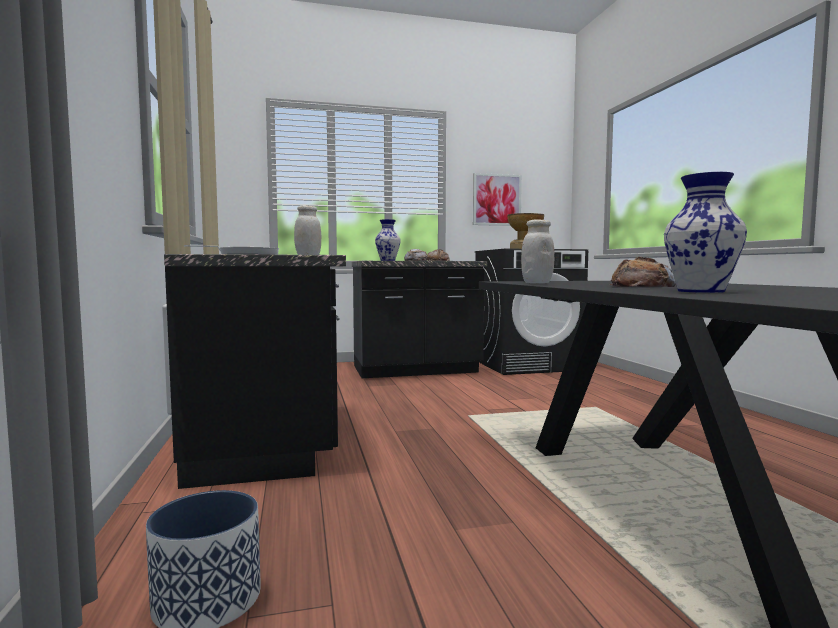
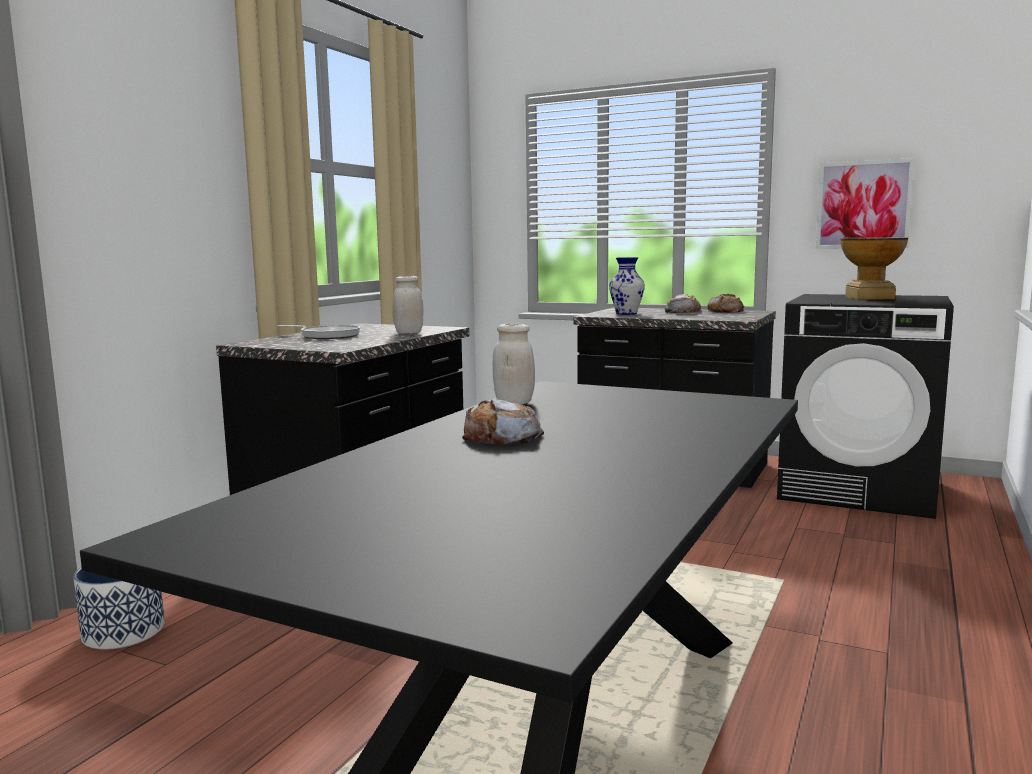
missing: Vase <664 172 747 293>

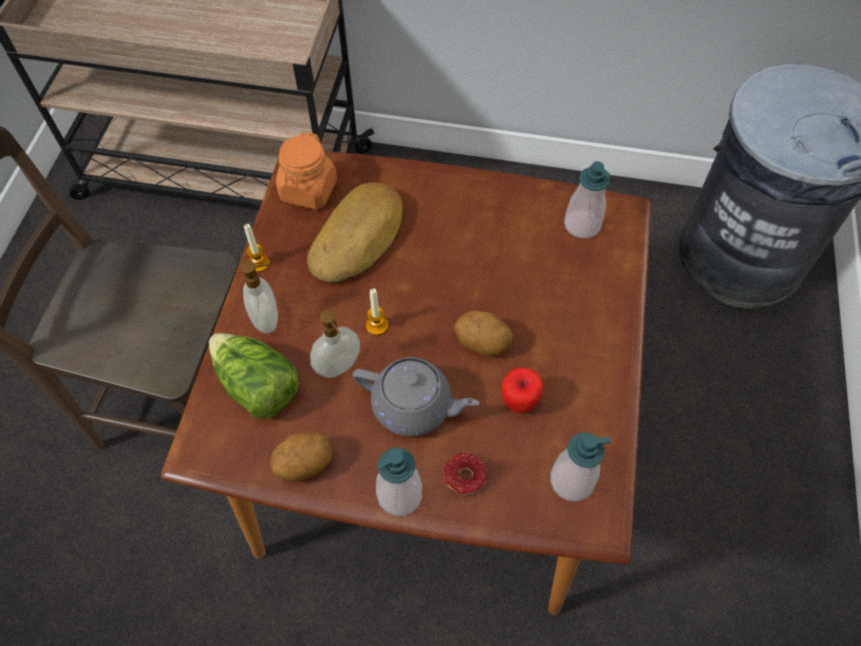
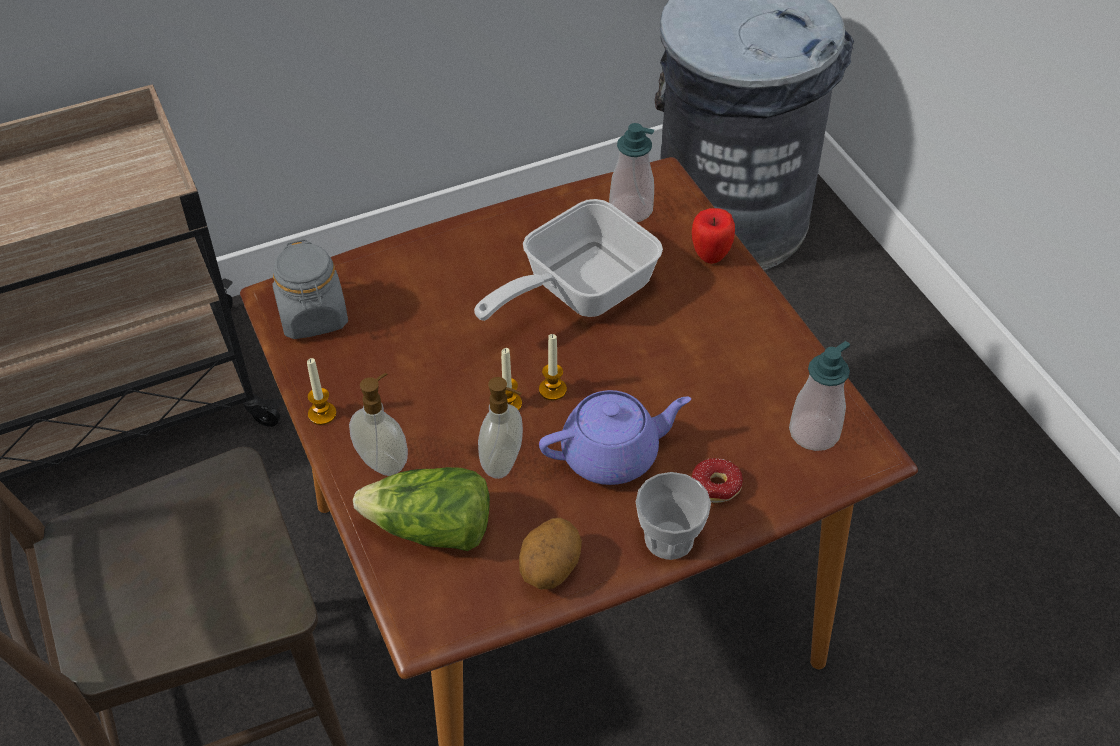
missing: Brot <307 182 403 282>; Kartoffel <454 310 513 356>
appeared: Pfanne <474 199 663 321>; Kerze <539 334 567 400>
relocated: Apfel <502 367 543 413> to <692 208 735 264>
exchanged: Seifenspender <376 447 422 516> to Tasse <636 472 711 560>
colour: Vorratsglas/orange <276 132 337 210> to Vorratsglas/grau <272 239 348 339>; Teekanne/grau <353 357 480 437> to Teekanne/lila <539 390 691 485>

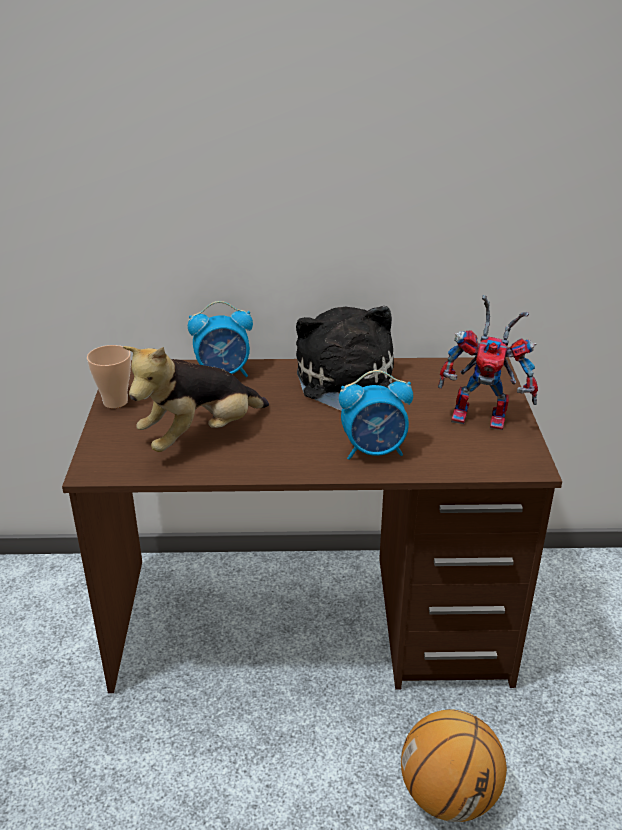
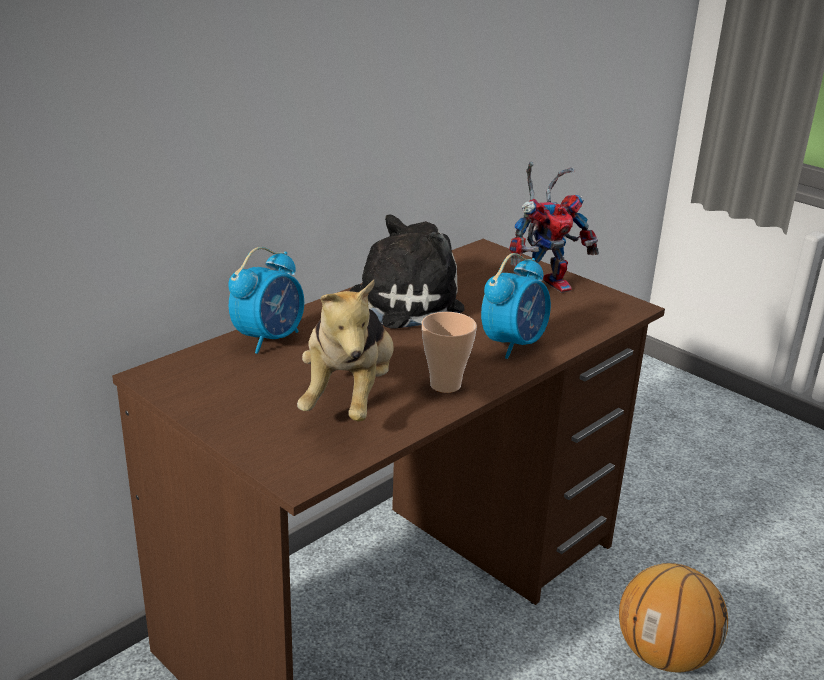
relocated: Tasse <87 345 131 408> to <422 312 477 393>
spun: Plüschtier <296 306 394 411> = <350 214 464 329> 105 degrees clockwise

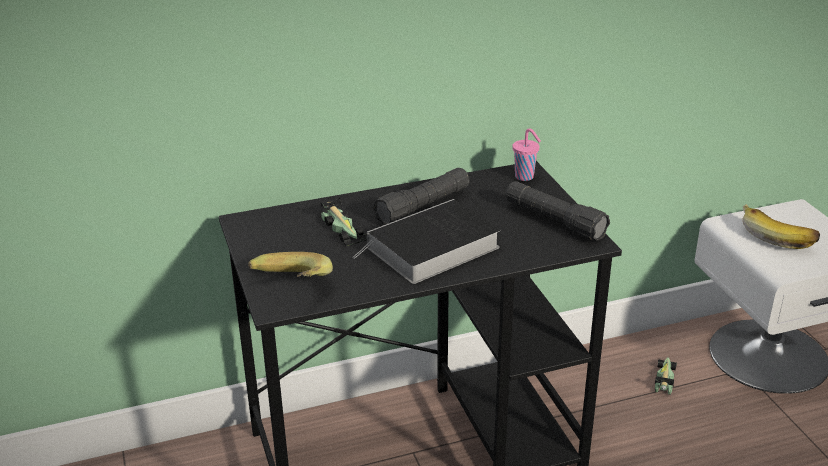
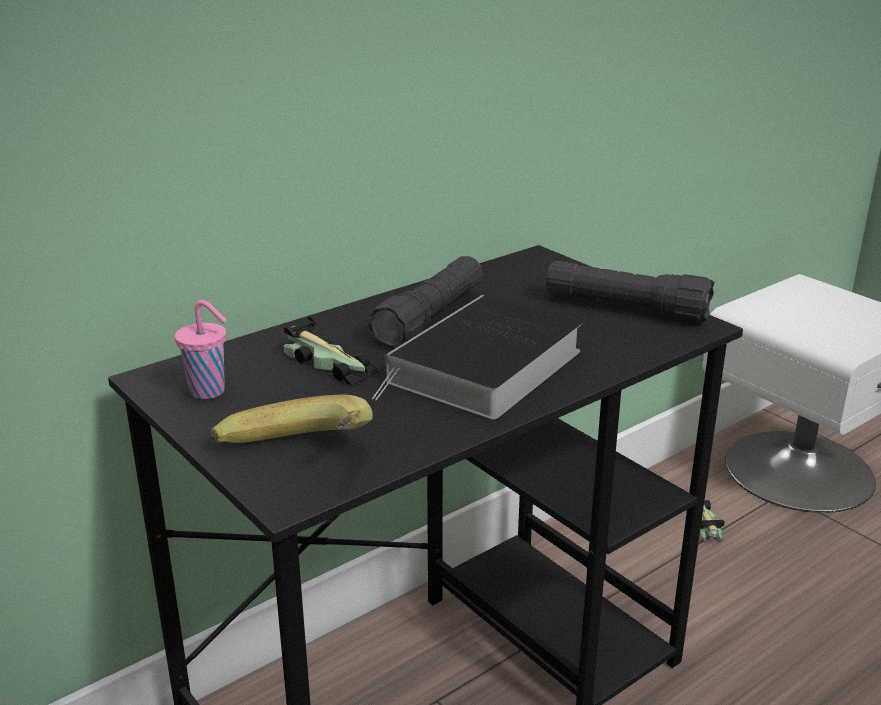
missing: Banane <743 204 820 249>
relocated: Tasse/rosa <512 128 541 181> to <175 300 227 399>

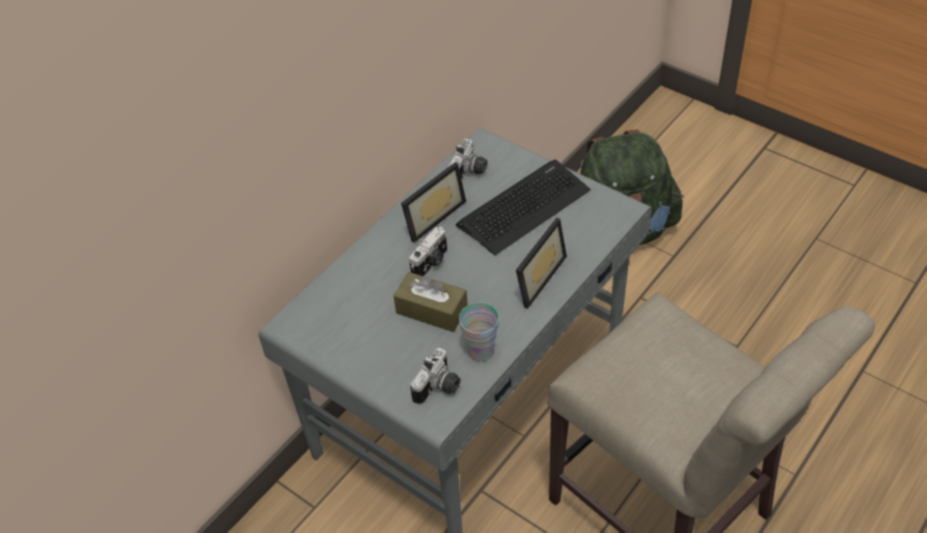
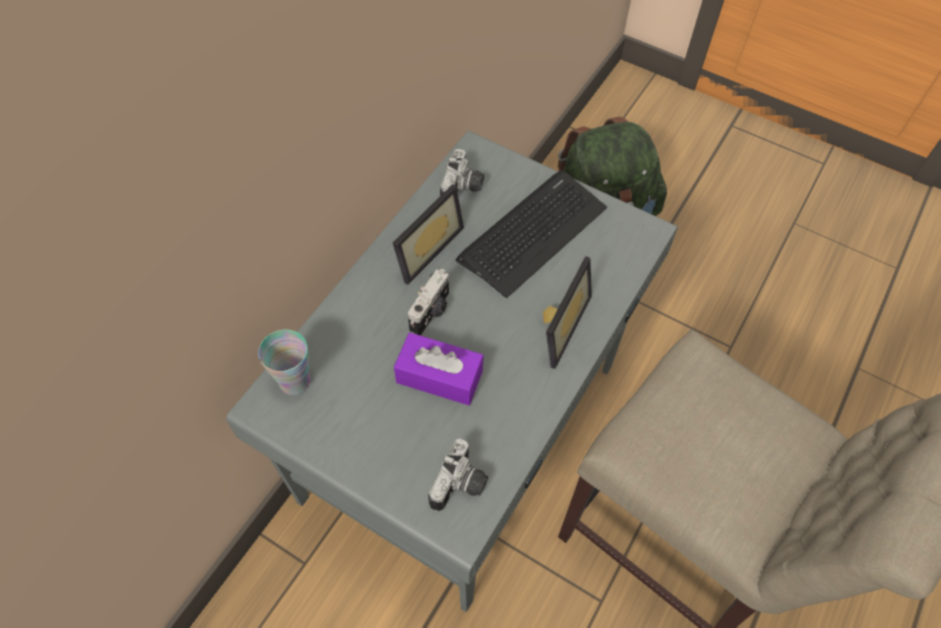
relocated: Tasse <459 302 499 362> to <258 330 311 395>
colour: Taschentuchbox/braun <393 272 468 332> to Taschentuchbox/lila <394 333 484 405>

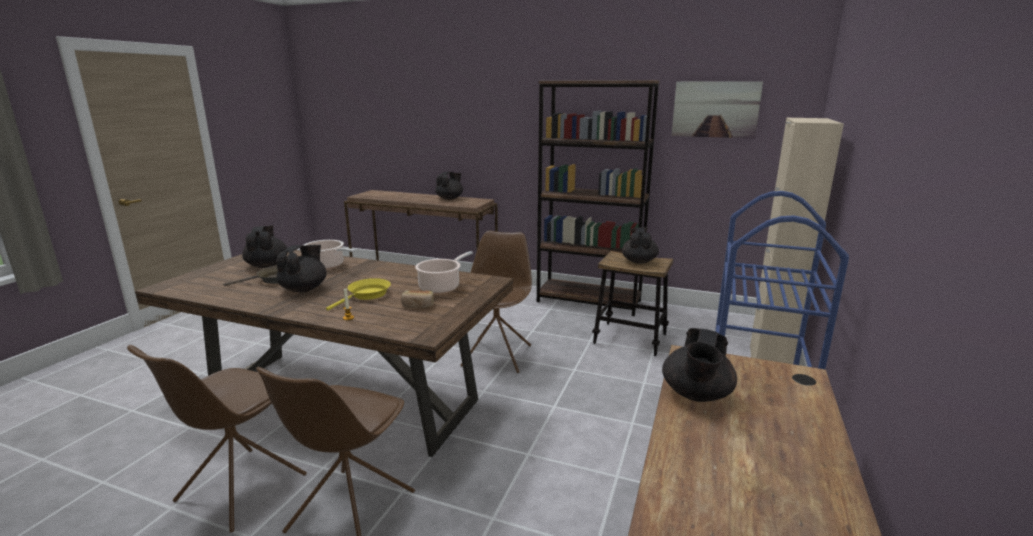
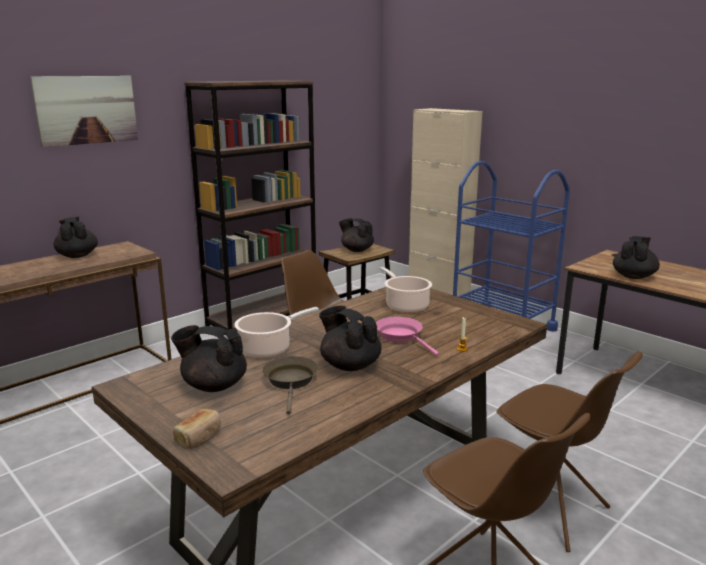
relocated: Bild <671 81 763 138> to <30 76 138 147>; Brot <401 290 434 308> to <173 409 221 449>
colour: Pfanne/gelb <326 278 391 311> to Pfanne/rosa <376 317 439 356>
spun: Teekanne/schwarz <662 328 737 402> = <613 236 660 279> 105 degrees counterclockwise

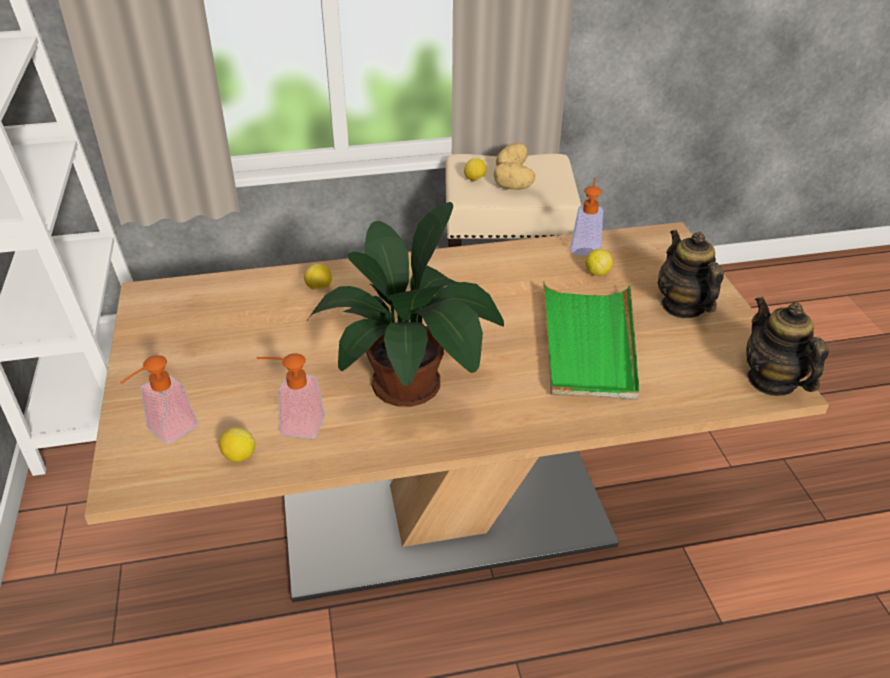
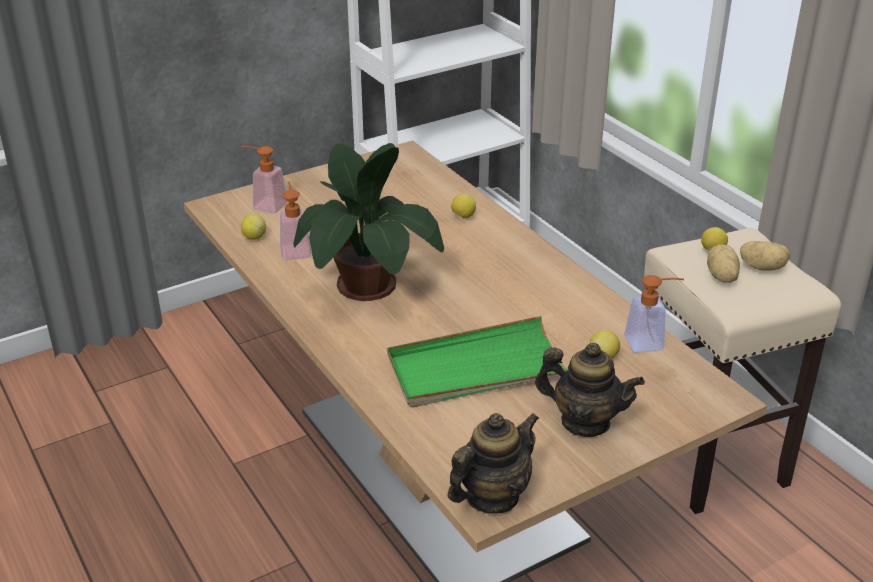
spun: Teekanne <658 230 724 318> = <535 343 645 437> 60 degrees clockwise

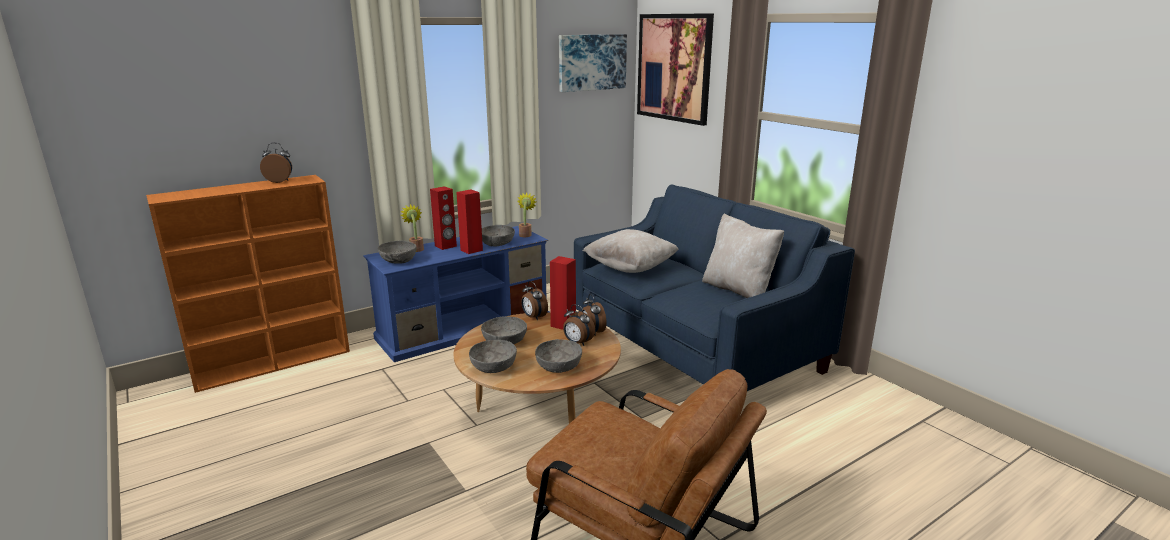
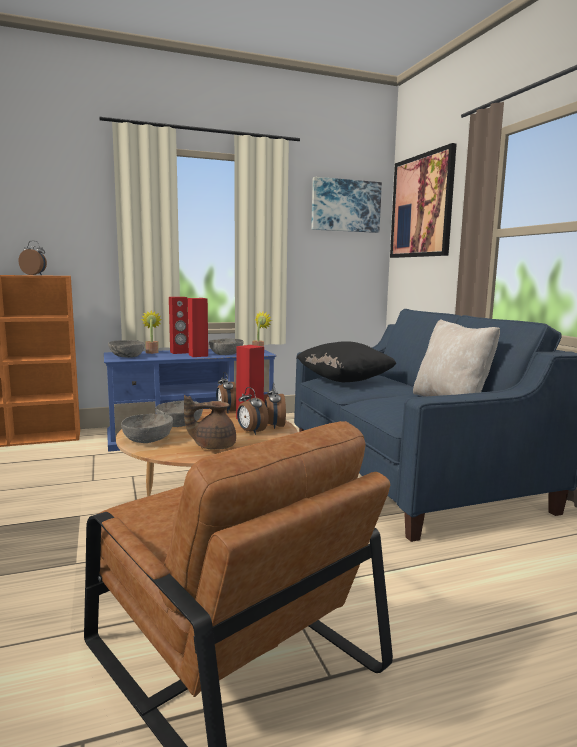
exchanged: Schüssel/grau <535 339 582 373> to Teekanne/braun <184 395 236 450>
colour: Kissen/beige <583 229 678 273> to Kissen/schwarz <296 341 396 382>

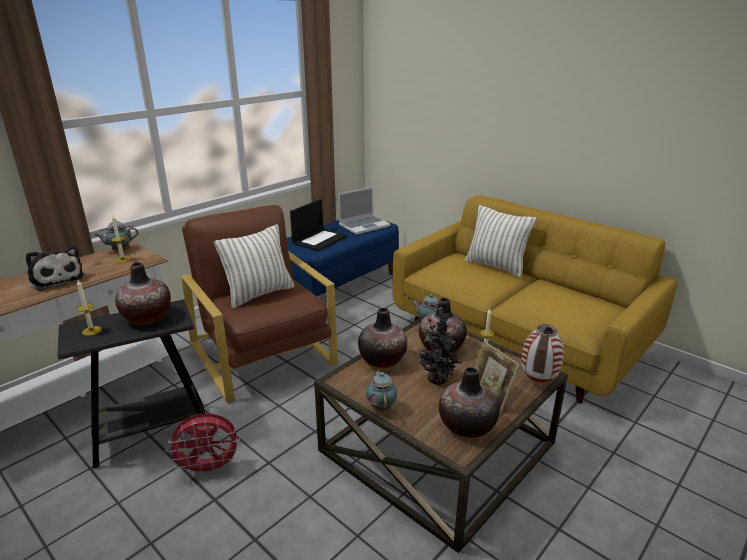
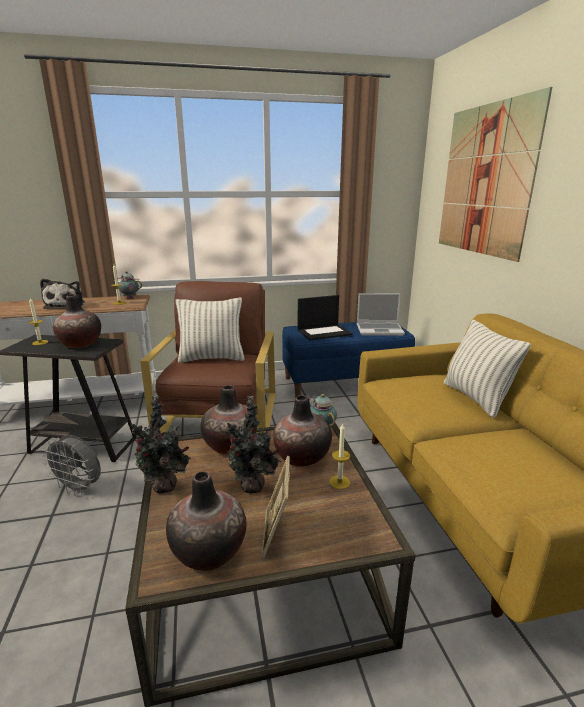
missing: Vase <521 324 564 382>
appeared: Bild <439 87 552 262>
exchanged: Teekanne <366 370 397 411> to Topfpflanze <131 395 192 493>
colour: Ventilator/rot <166 413 241 477> to Ventilator/grau <41 435 101 496>

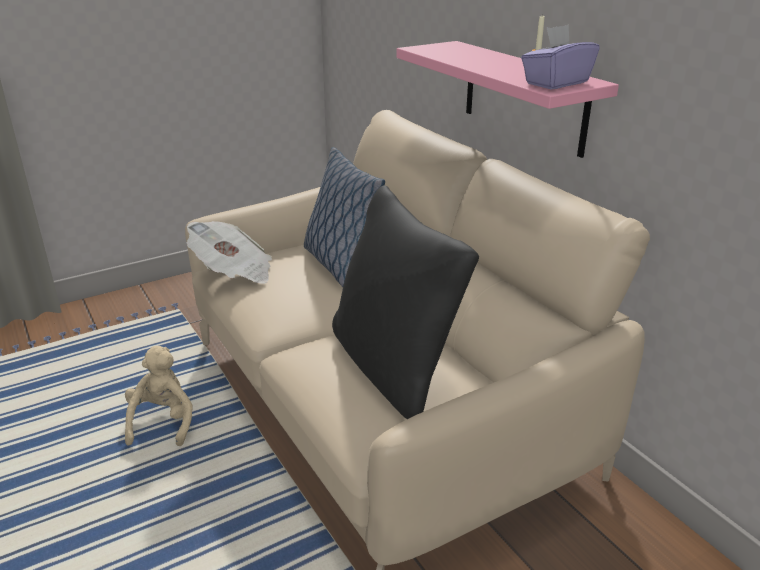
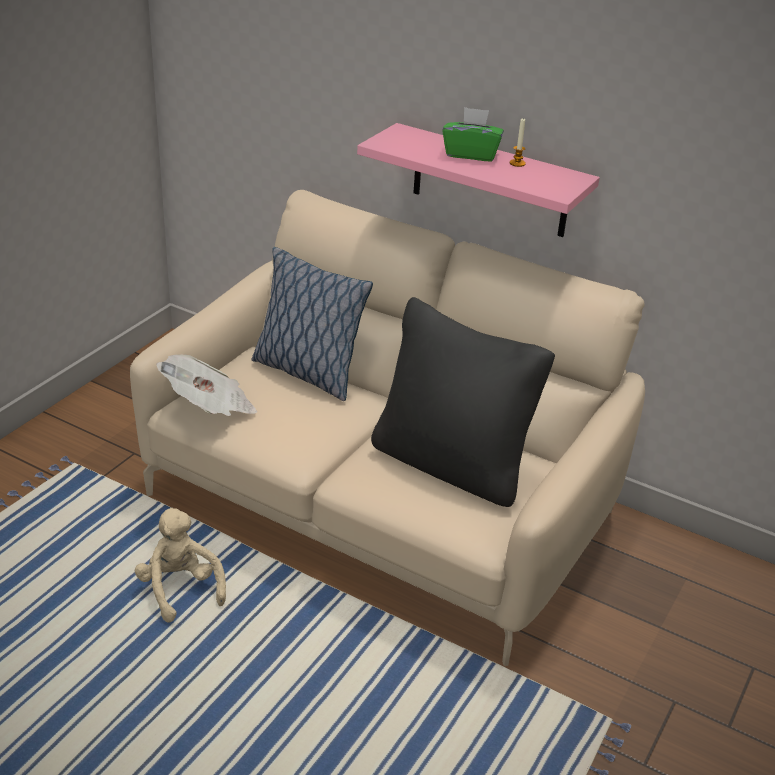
missing: Taschentuchbox/lila <521 25 600 89>
appeared: Taschentuchbox/grün <442 107 504 162>

